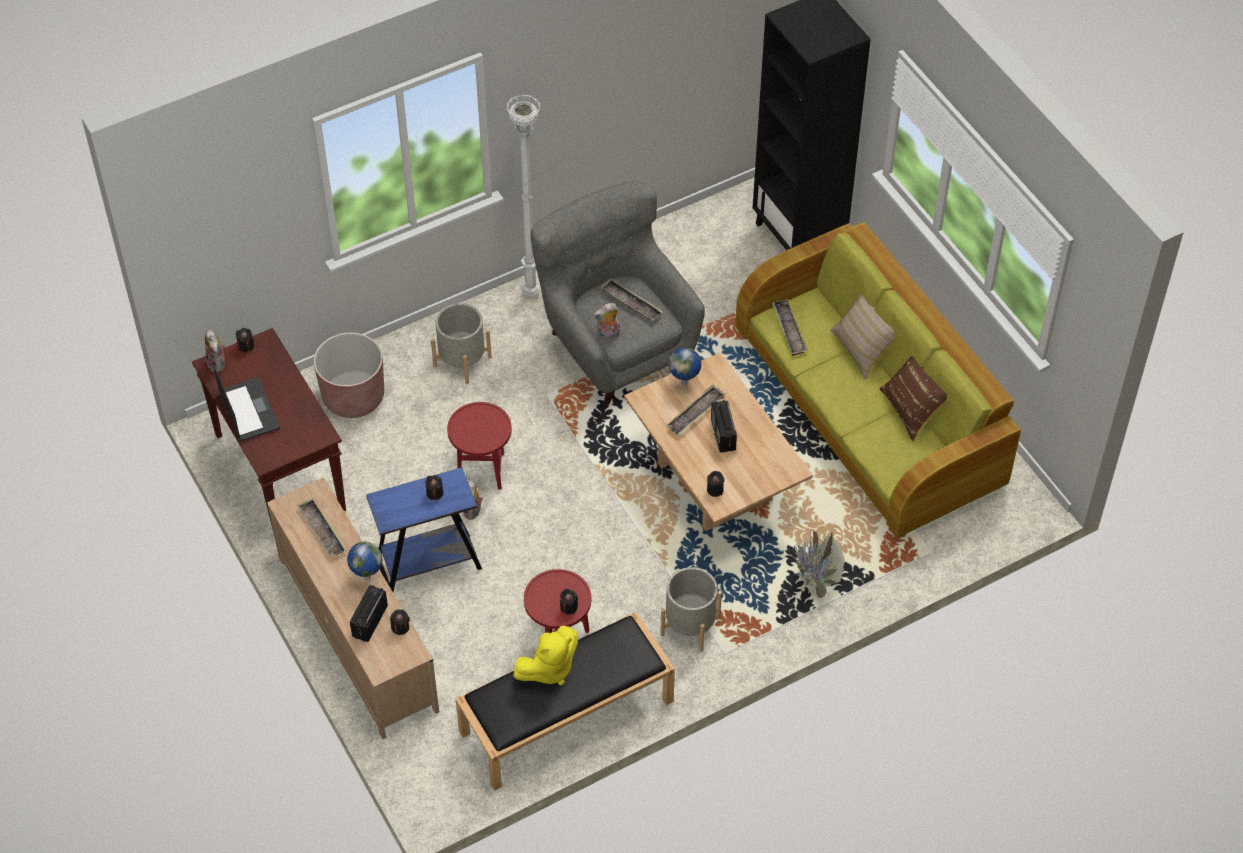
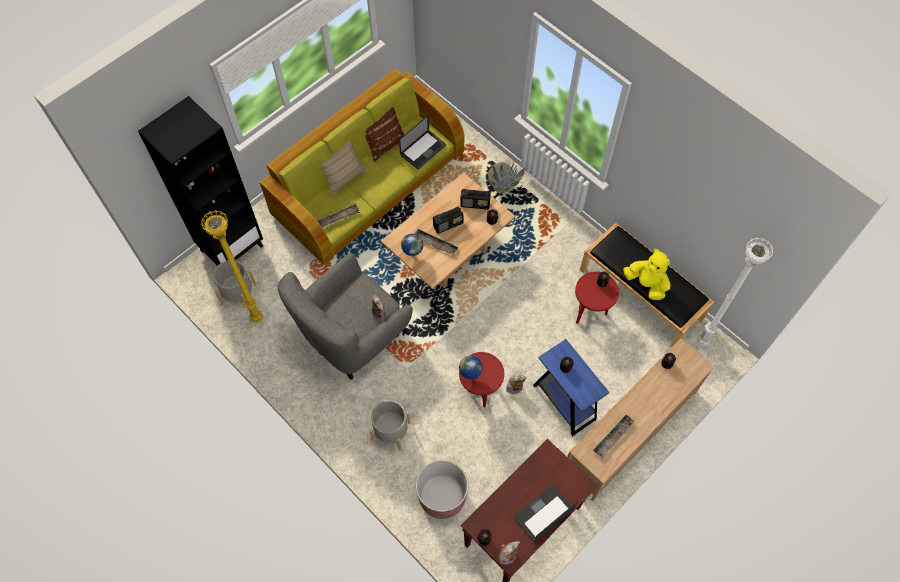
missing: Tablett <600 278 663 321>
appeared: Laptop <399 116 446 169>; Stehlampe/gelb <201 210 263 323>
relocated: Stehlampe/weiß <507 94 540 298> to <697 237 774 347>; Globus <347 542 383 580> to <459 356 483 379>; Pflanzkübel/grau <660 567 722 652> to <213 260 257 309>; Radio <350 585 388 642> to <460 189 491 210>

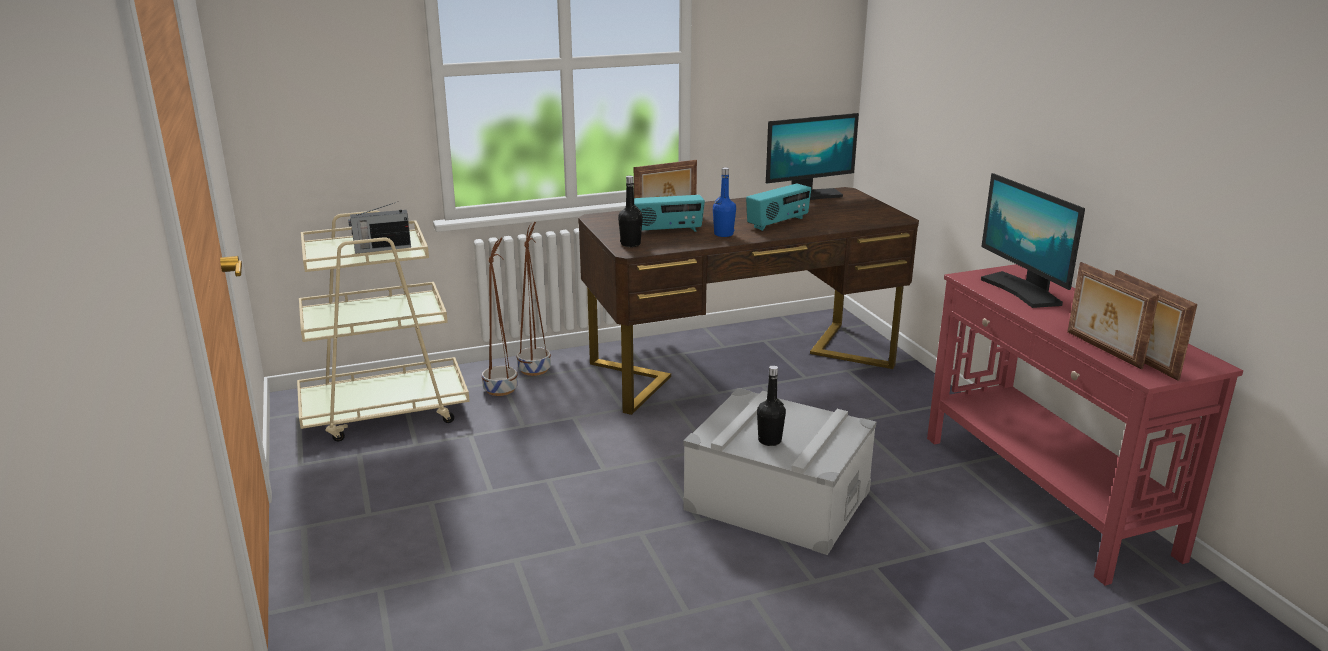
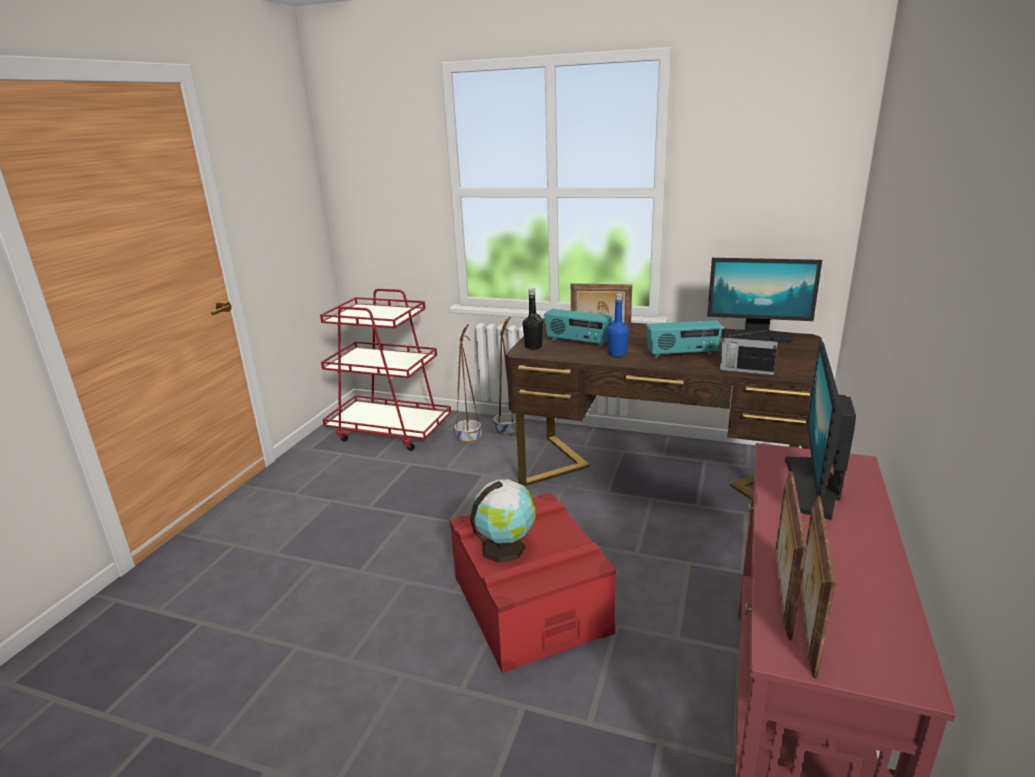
relocated: Radio <348 202 411 254> to <720 330 778 375>
exchanged: Flasche/schwarz <757 365 786 446> to Globus <470 479 535 563>
colour: Rollwagen/beige <297 211 470 441> to Rollwagen/rot <320 289 451 451>; Aufbewahrungsbox/grau <683 388 876 555> to Aufbewahrungsbox/rot <449 492 617 673>

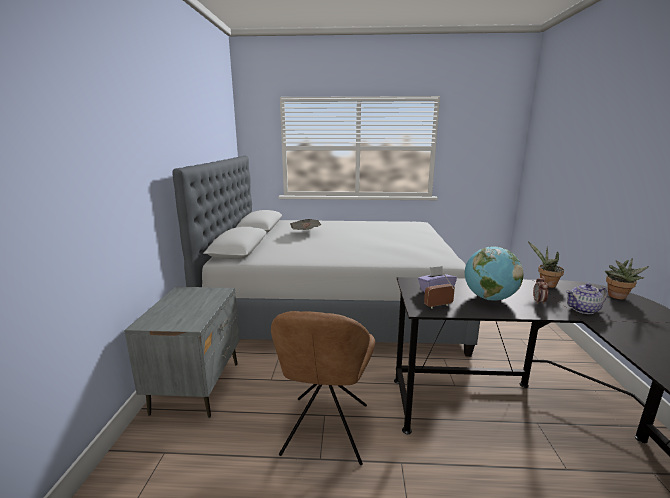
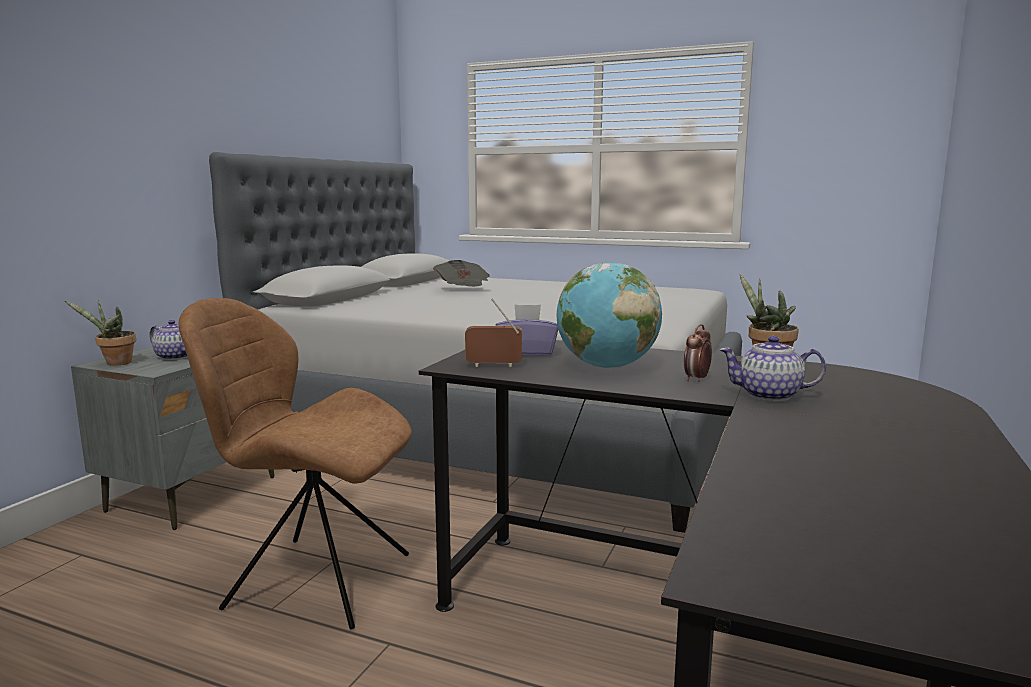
appeared: Teekanne <149 320 187 360>
relocated: Topfpflanze <605 258 649 299> to <65 301 136 366>
spun: Stuhl/braun <271 311 375 465> = <179 298 412 629> 75 degrees clockwise

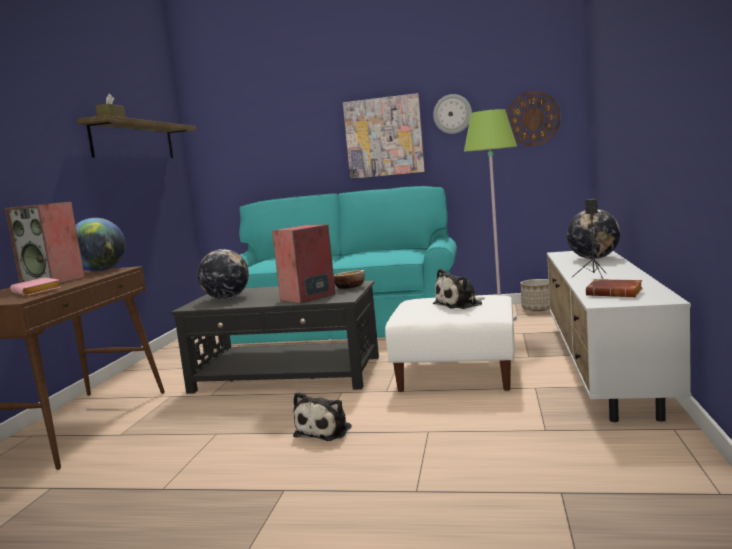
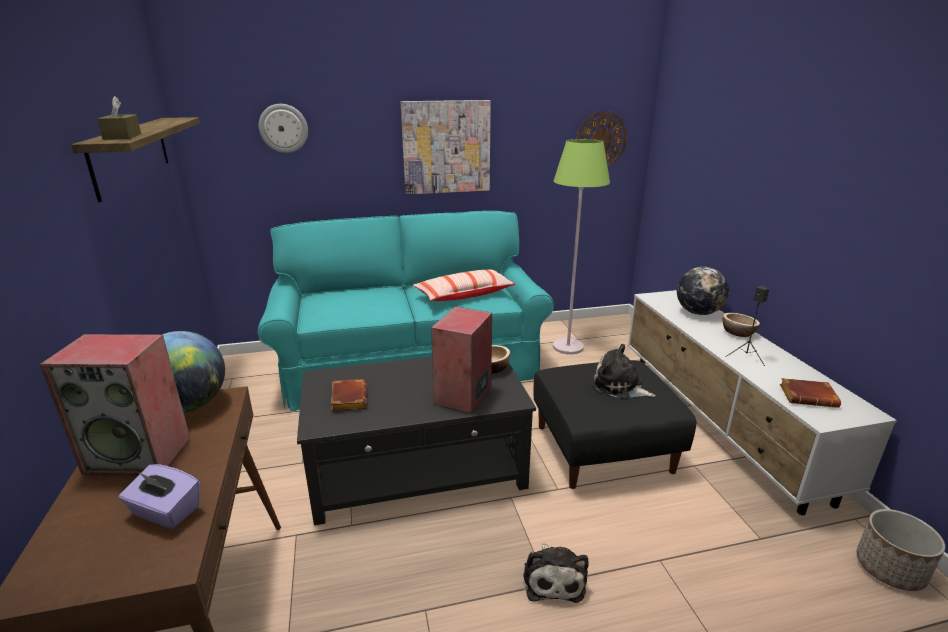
appeared: Kissen <413 270 516 301>; Schüssel <723 313 760 337>
relocated: Wanduhr <433 94 472 134> to <259 104 308 153>; Pflanzkübel <520 279 550 311> to <856 509 945 591>
exchanged: Globus <198 249 249 299> to Buch/braun <331 379 367 411>; Buch/rosa <10 277 61 296> to Taschentuchbox/lila <119 464 200 529>
colour: Polsterhocker/weiß <385 295 515 392> to Polsterhocker/schwarz <533 360 696 489>
spun: Plüschtier <433 269 484 309> = <592 344 656 399> 90 degrees clockwise

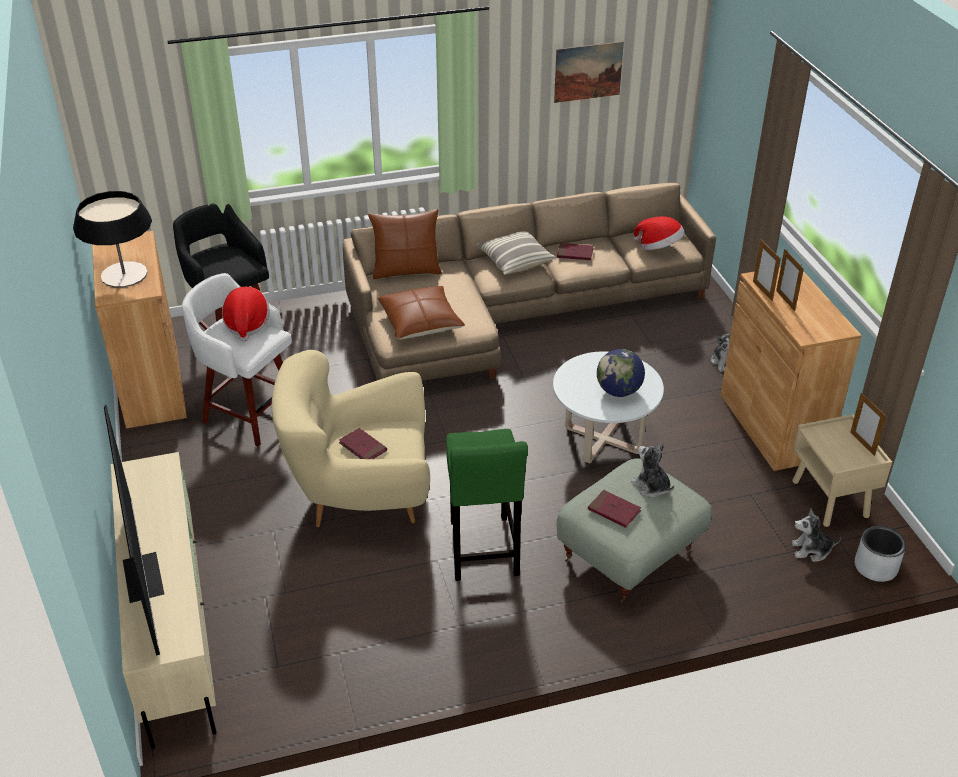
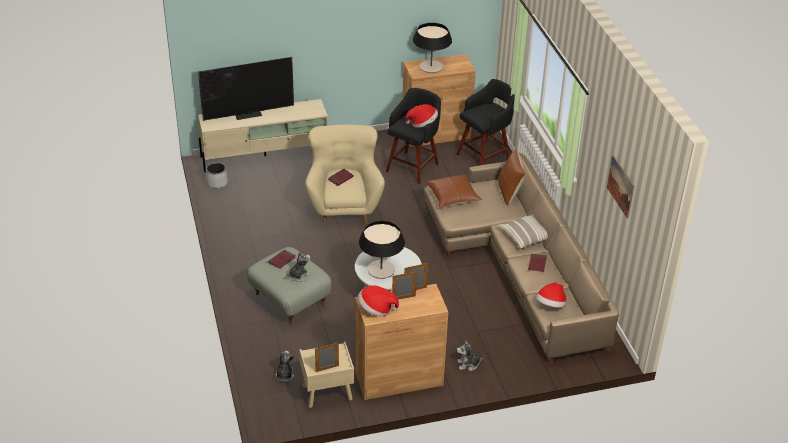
missing: Hocker/grün <446 429 528 581>
appeared: Hut <358 285 399 317>
relocated: Pflanzkübel/grau <855 526 906 582> to <205 162 228 188>
exchanged: Globus <597 349 645 397> to Tischlampe <359 221 405 279>
colour: Hocker/weiß <182 273 292 446> to Hocker/schwarz <386 88 441 184>

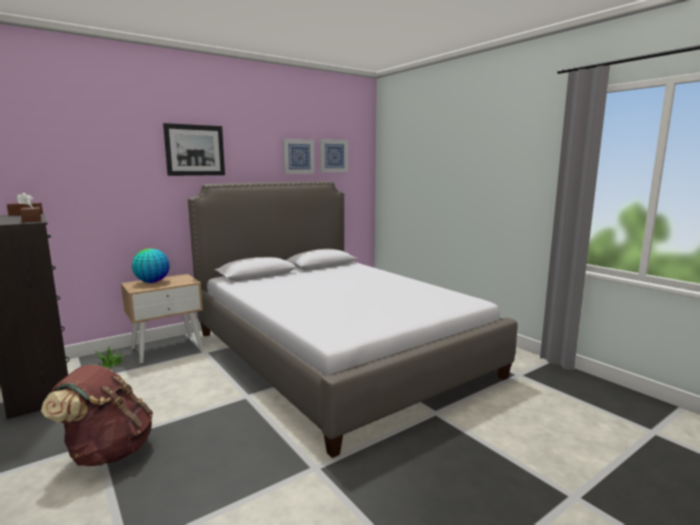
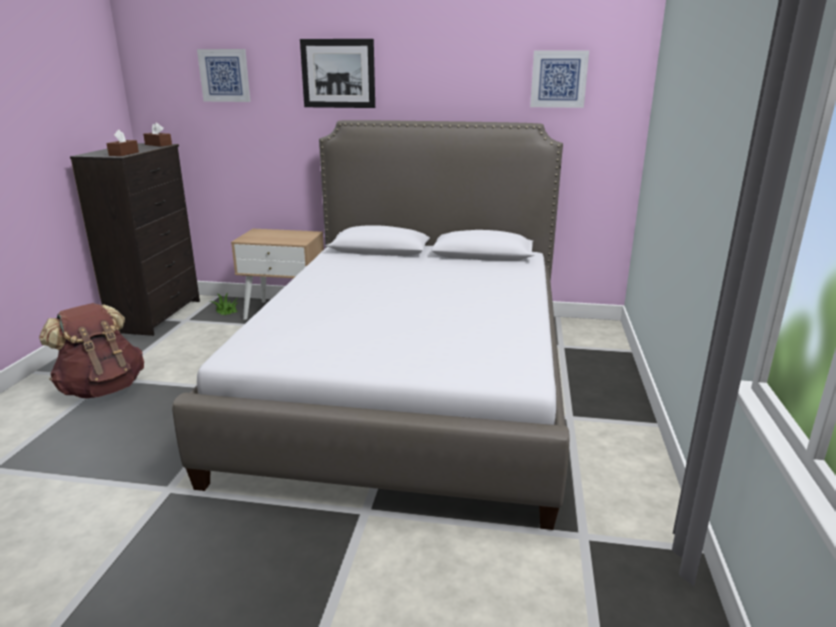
missing: Globus <132 248 170 283>
relocated: Bild <283 139 315 174> to <197 49 251 102>

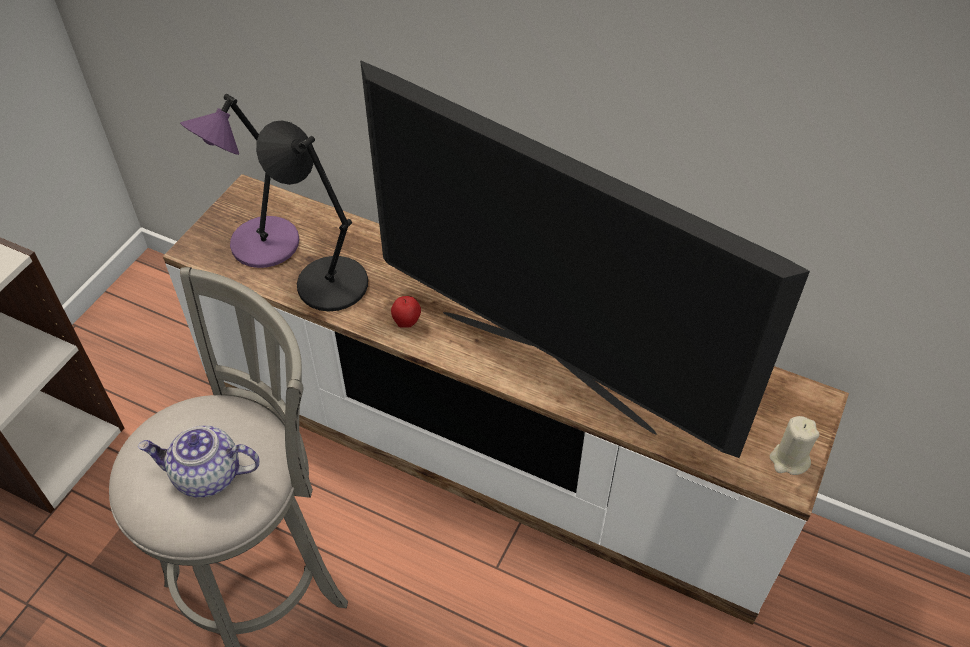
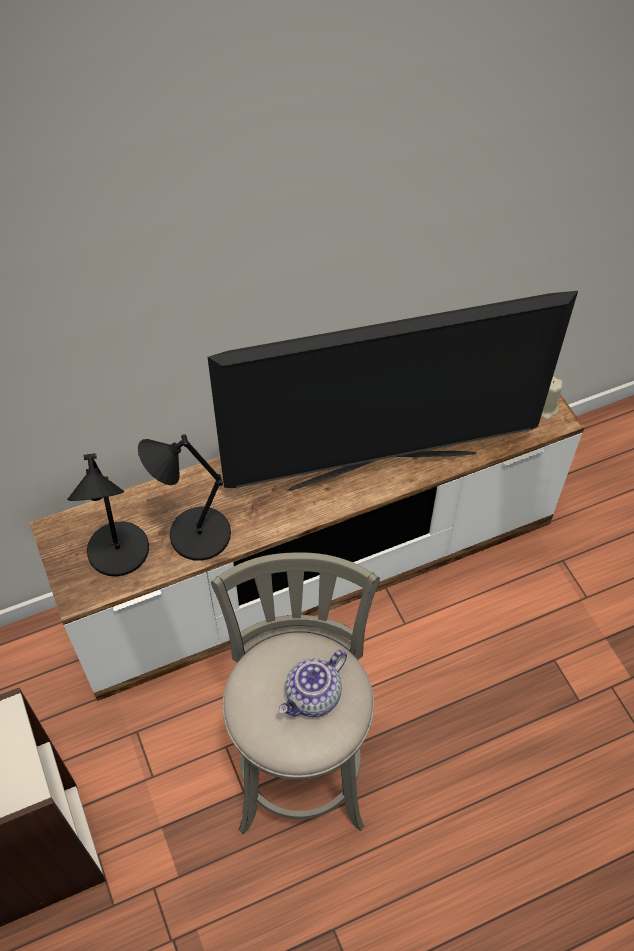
missing: Apfel <391 296 421 328>
colour: Tischlampe/lila <180 94 300 268> to Tischlampe/schwarz <67 453 149 576>

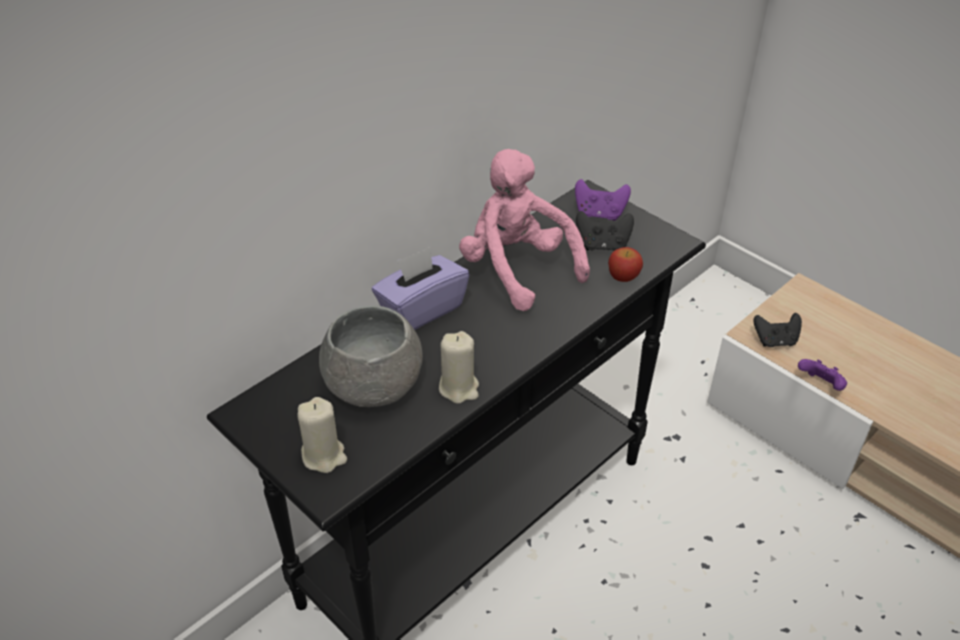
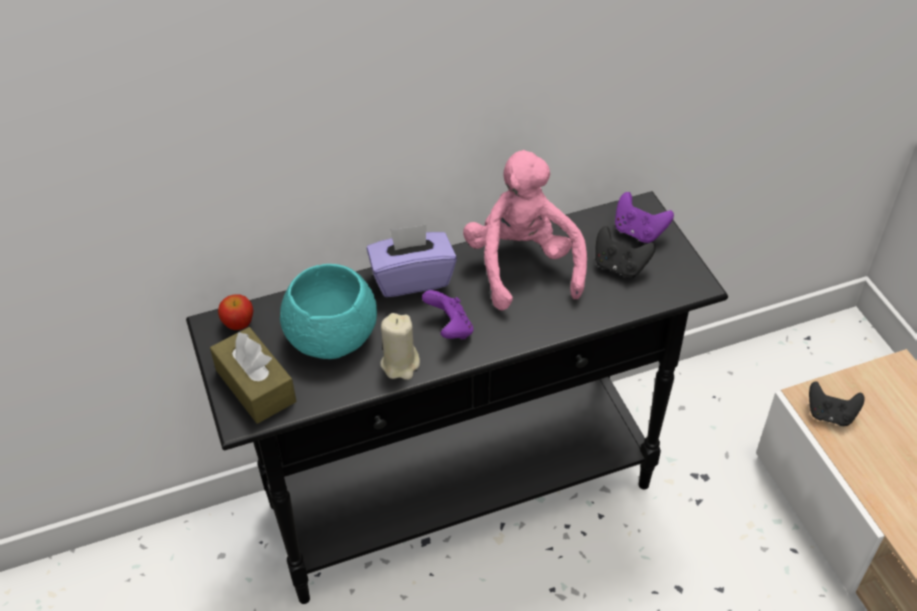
relocated: Apfel <608 247 643 282> to <218 294 253 330>; Gamepad/lila <798 359 847 391> to <422 290 473 339>
exchanged: Kerze/beige <297 397 347 473> to Taschentuchbox/braun <210 327 296 424>
colour: Schüssel/grau <319 305 423 407> to Schüssel/türkis <280 264 377 359>

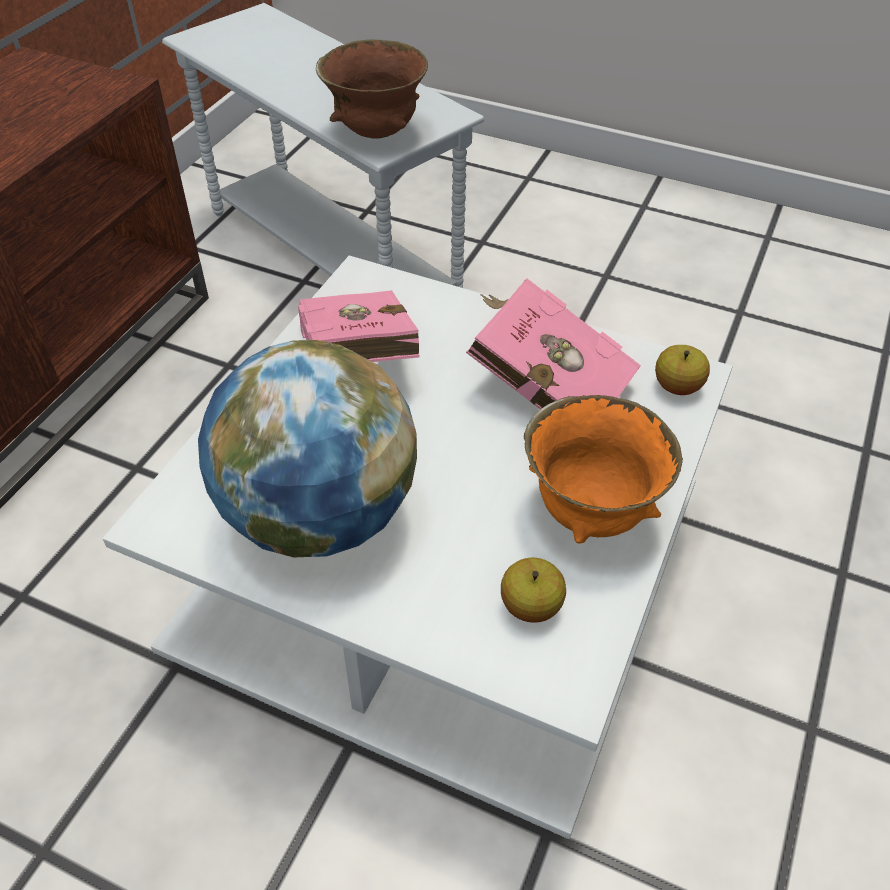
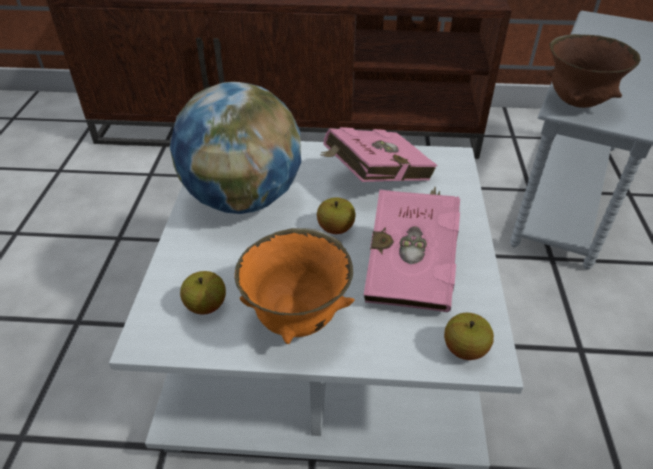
appeared: Apfel <317 198 356 234>

